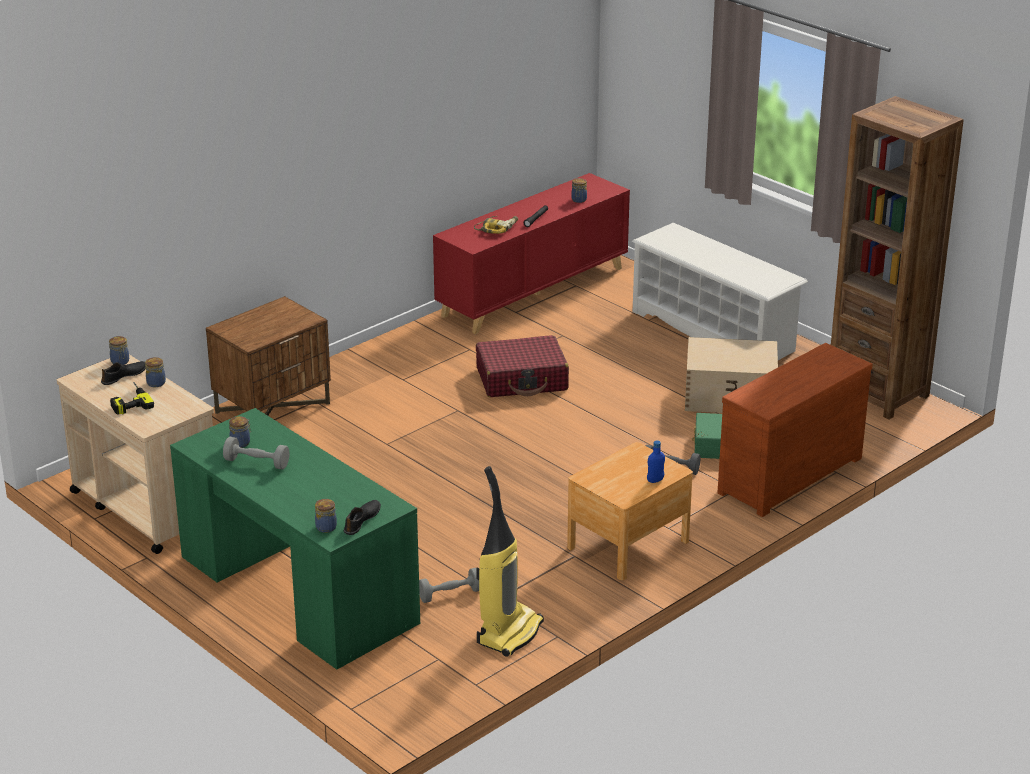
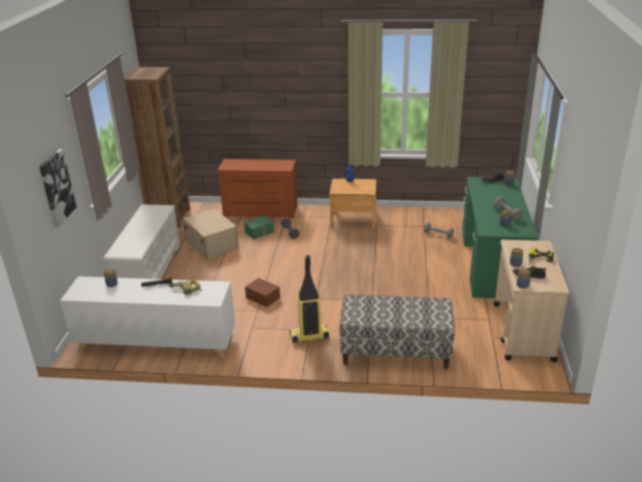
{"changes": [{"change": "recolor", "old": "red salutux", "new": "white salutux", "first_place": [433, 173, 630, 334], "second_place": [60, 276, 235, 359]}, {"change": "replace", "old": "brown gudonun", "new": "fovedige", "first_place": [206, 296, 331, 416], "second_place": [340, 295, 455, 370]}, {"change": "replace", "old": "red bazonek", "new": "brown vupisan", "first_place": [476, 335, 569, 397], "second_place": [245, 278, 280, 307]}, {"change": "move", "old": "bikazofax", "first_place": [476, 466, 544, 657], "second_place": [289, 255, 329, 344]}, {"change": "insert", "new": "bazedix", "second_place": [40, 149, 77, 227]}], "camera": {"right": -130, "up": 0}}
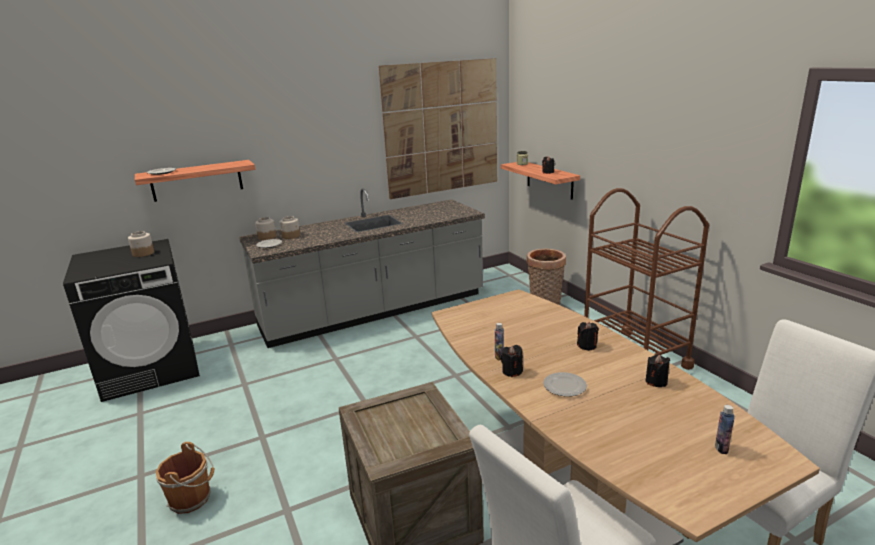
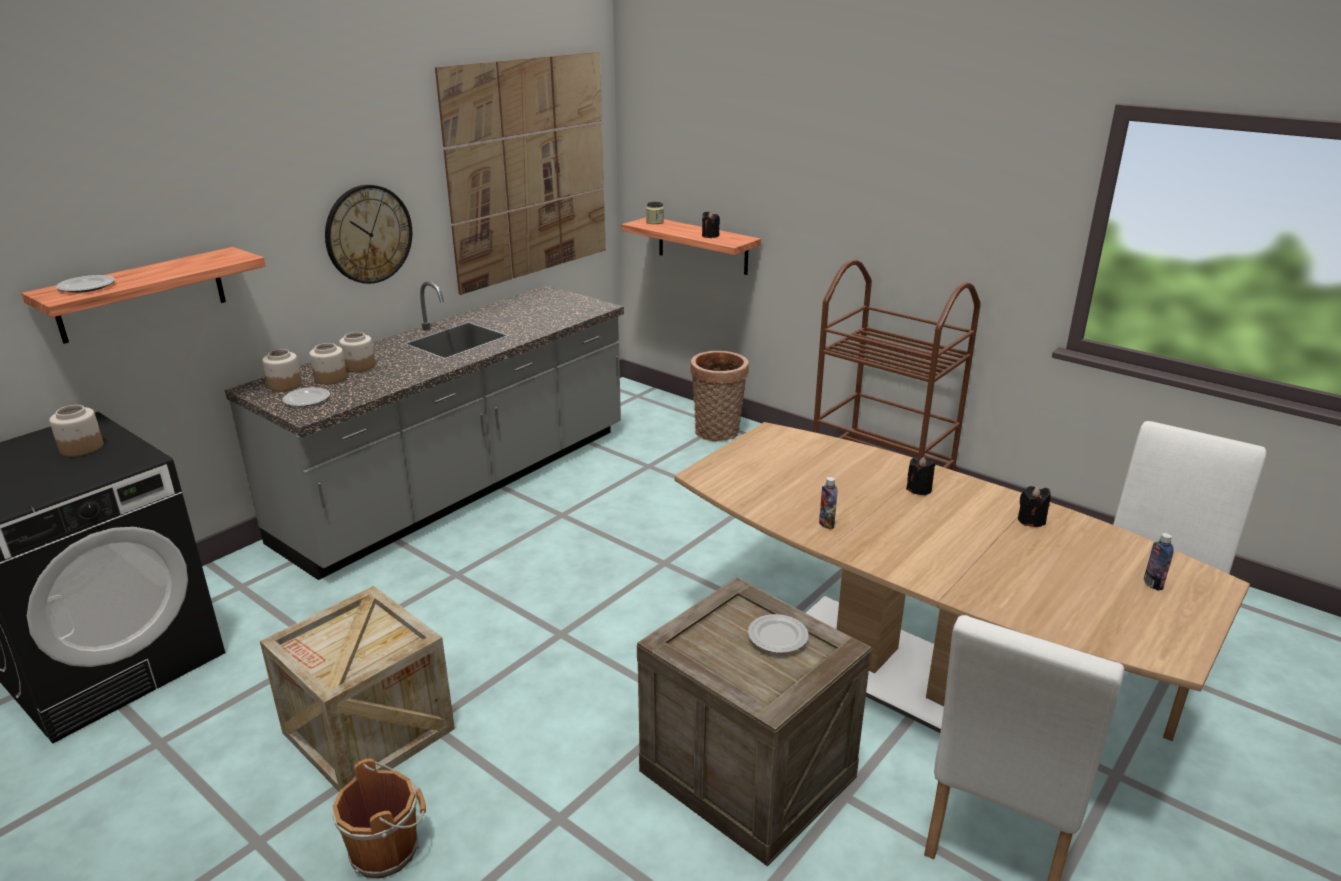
{"changes": [{"change": "delete", "old": "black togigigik", "first_place": [501, 345, 523, 377]}, {"change": "move", "old": "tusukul", "first_place": [543, 372, 587, 397], "second_place": [748, 614, 809, 653]}, {"change": "insert", "new": "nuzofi", "second_place": [325, 185, 412, 284]}, {"change": "insert", "new": "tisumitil", "second_place": [339, 332, 375, 372]}, {"change": "insert", "new": "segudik", "second_place": [260, 586, 455, 792]}], "camera": {"right": -25, "up": 5}}
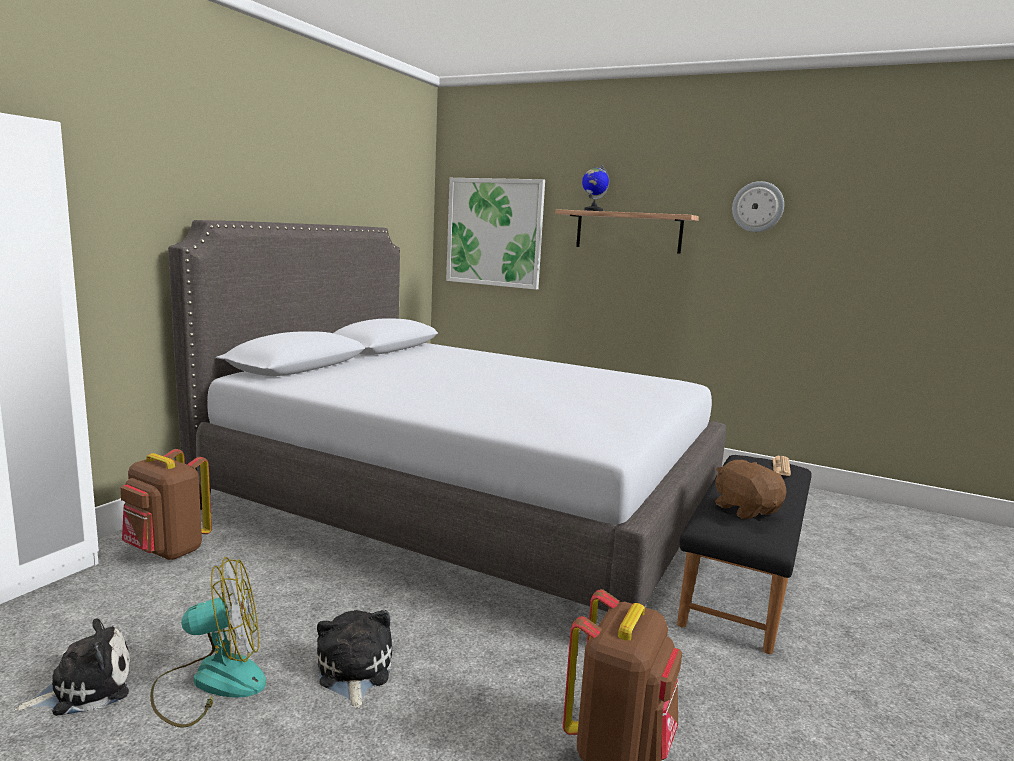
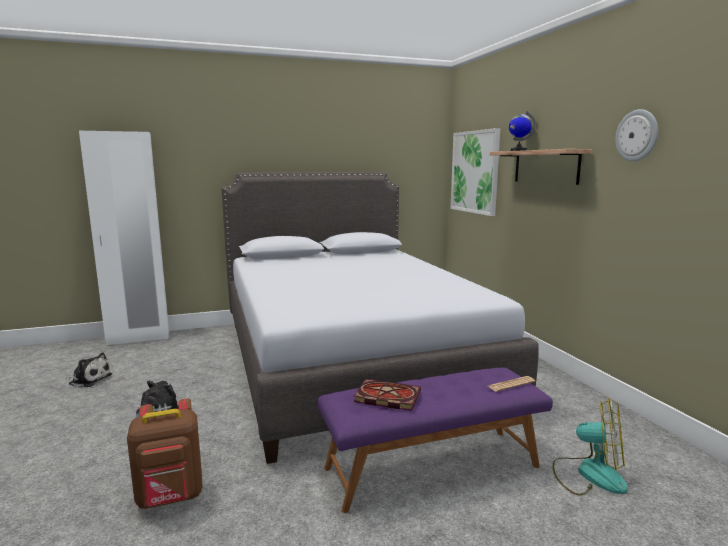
{"changes": [{"change": "delete", "old": "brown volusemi", "first_place": [121, 449, 212, 560]}, {"change": "recolor", "old": "black fovedige", "new": "purple fovedige", "first_place": [677, 455, 812, 654], "second_place": [317, 367, 553, 513]}, {"change": "replace", "old": "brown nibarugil", "new": "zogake", "first_place": [715, 460, 787, 519], "second_place": [353, 379, 421, 411]}, {"change": "move", "old": "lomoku", "first_place": [150, 557, 266, 728], "second_place": [552, 398, 628, 495]}], "camera": {"right": 45, "up": 0}}
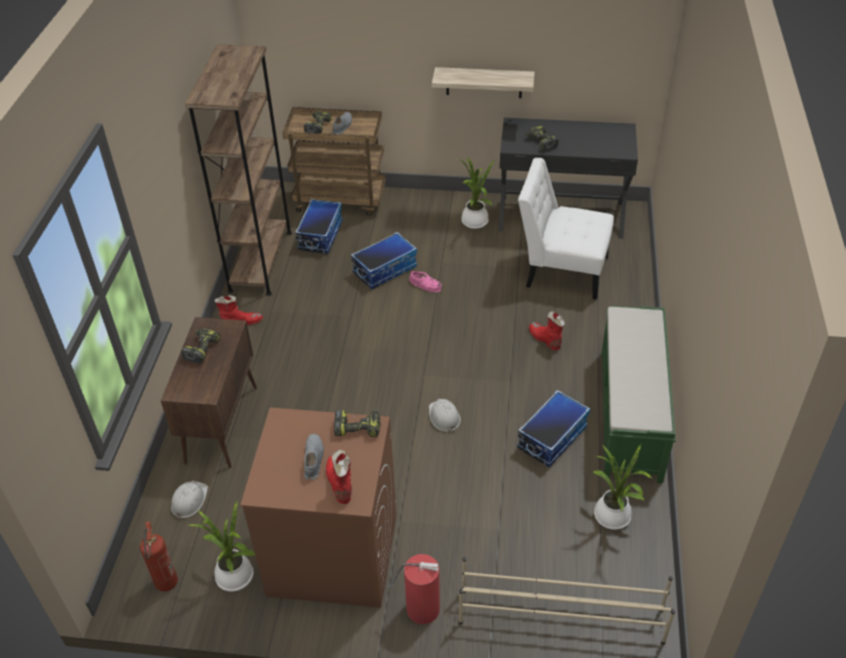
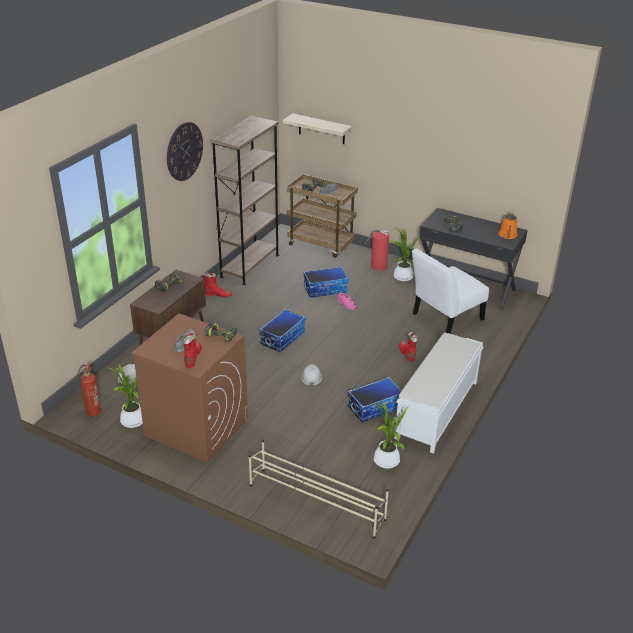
{"changes": [{"change": "move", "old": "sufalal", "first_place": [432, 67, 535, 98], "second_place": [283, 113, 352, 144]}, {"change": "rotate", "old": "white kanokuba", "first_place": [518, 158, 614, 300], "second_place": [412, 248, 489, 334], "degrees": -75}, {"change": "move", "old": "vupisan", "first_place": [295, 199, 343, 254], "second_place": [259, 309, 306, 352]}, {"change": "recolor", "old": "green fovedige", "new": "white fovedige", "first_place": [601, 306, 676, 483], "second_place": [395, 333, 484, 454]}, {"change": "move", "old": "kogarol", "first_place": [388, 554, 440, 624], "second_place": [364, 230, 389, 271]}, {"change": "insert", "new": "nuzofi", "second_place": [167, 122, 203, 181]}, {"change": "insert", "new": "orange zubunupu", "second_place": [498, 212, 518, 239]}], "camera": {"right": 20, "up": -10}}
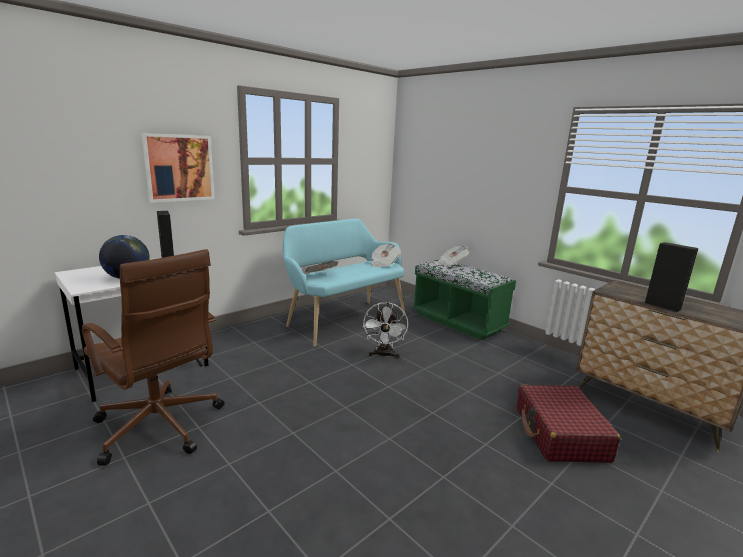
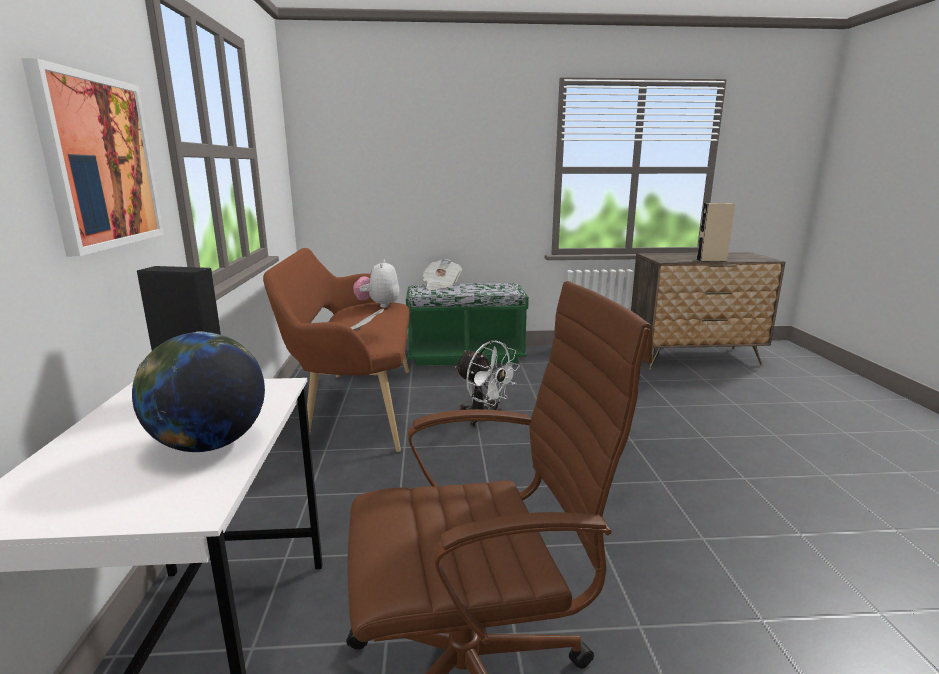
{"changes": [{"change": "recolor", "old": "turquoise fovedige", "new": "brown fovedige", "first_place": [283, 219, 405, 347], "second_place": [263, 248, 410, 452]}, {"change": "recolor", "old": "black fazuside", "new": "beige fazuside", "first_place": [645, 242, 699, 312], "second_place": [697, 203, 735, 262]}, {"change": "replace", "old": "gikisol", "new": "nibarugil", "first_place": [371, 243, 401, 267], "second_place": [353, 260, 399, 308]}, {"change": "delete", "old": "red bazonek", "first_place": [517, 385, 620, 463]}], "camera": {"right": -50, "up": 0}}
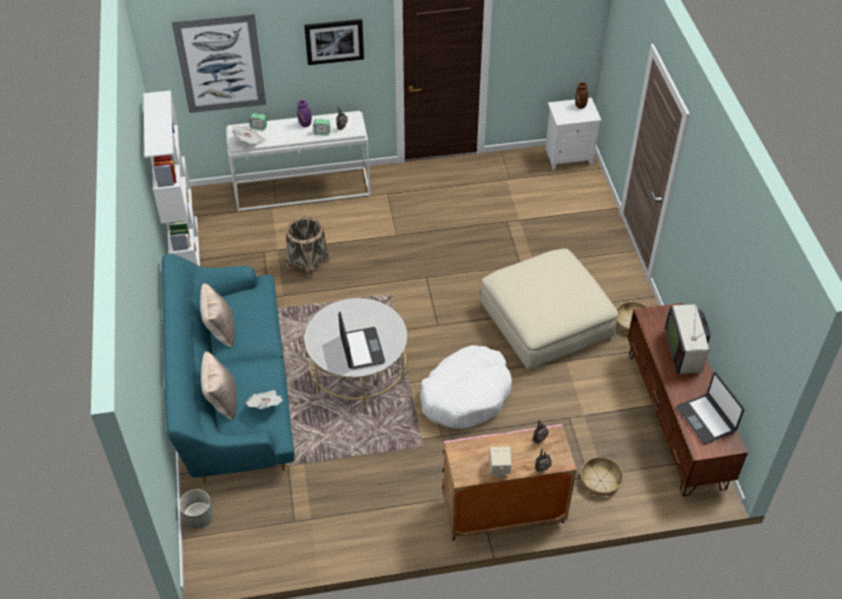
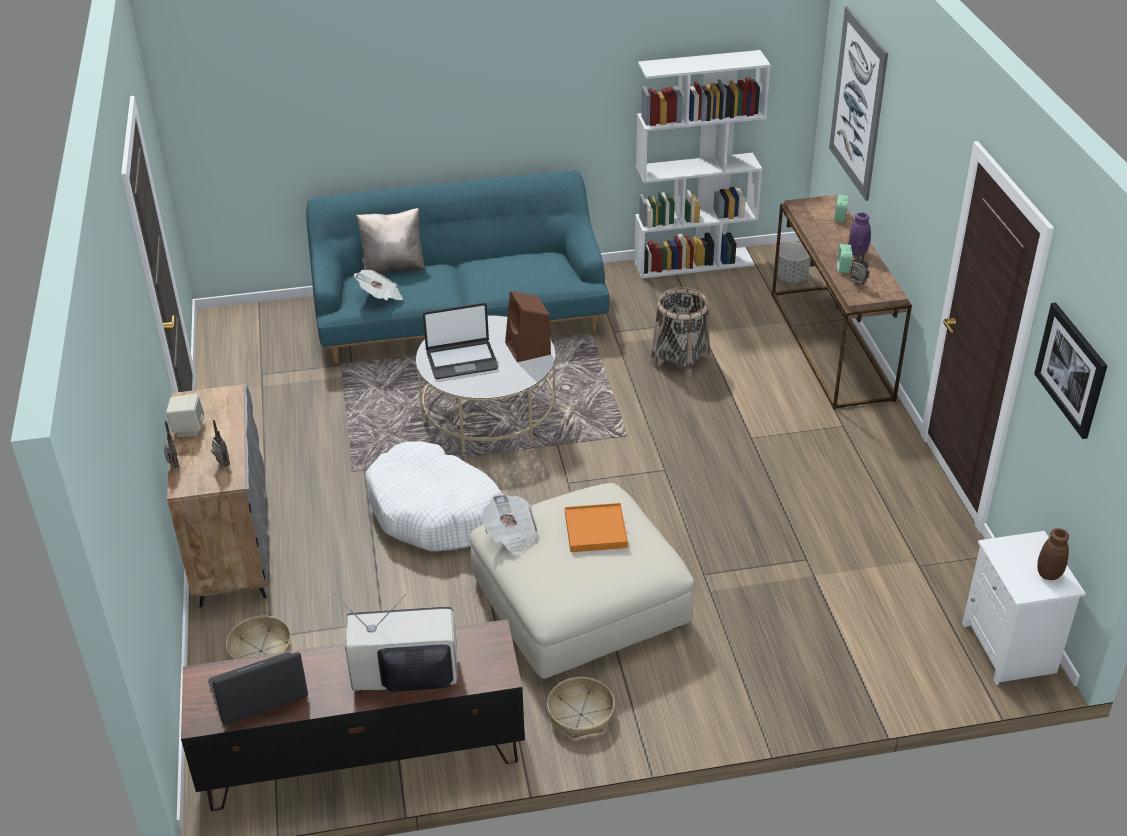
{"changes": [{"change": "move", "old": "bazedix", "first_place": [304, 19, 364, 65], "second_place": [1034, 302, 1107, 439]}, {"change": "recolor", "old": "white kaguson", "new": "brown kaguson", "first_place": [226, 111, 371, 212], "second_place": [772, 195, 912, 409]}, {"change": "move", "old": "gikisol", "first_place": [231, 126, 266, 145], "second_place": [483, 493, 539, 555]}, {"change": "delete", "old": "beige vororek", "first_place": [200, 283, 235, 348]}, {"change": "recolor", "old": "pink salutux", "new": "grey salutux", "first_place": [442, 424, 576, 540], "second_place": [167, 384, 269, 607]}, {"change": "move", "old": "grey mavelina", "first_place": [179, 489, 214, 528], "second_place": [777, 243, 811, 283]}, {"change": "insert", "new": "brown fazuside", "second_place": [505, 291, 551, 362]}, {"change": "insert", "new": "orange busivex", "second_place": [565, 503, 628, 552]}], "camera": {"right": 90, "up": -10}}
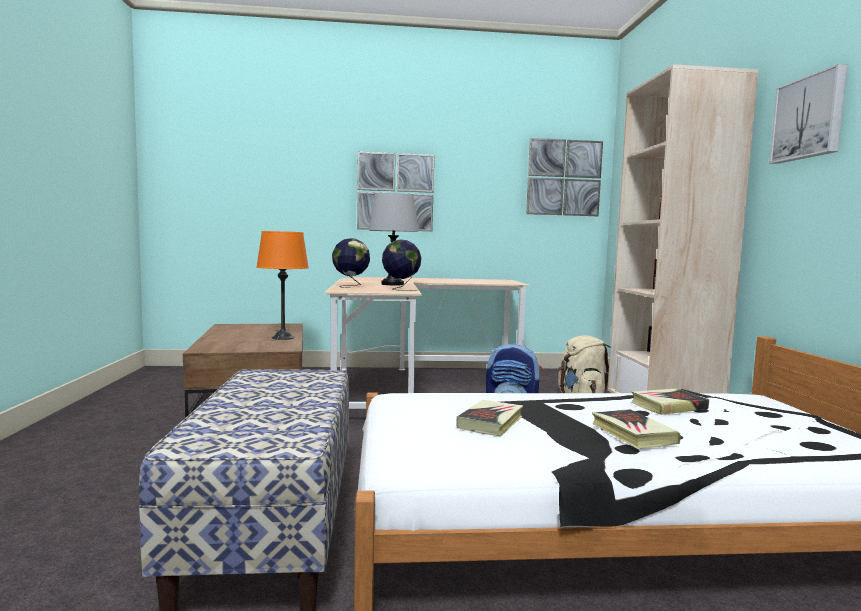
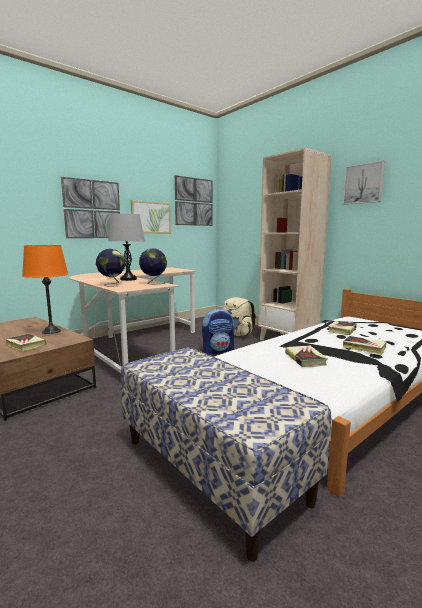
{"changes": [{"change": "insert", "new": "bazedix", "second_place": [131, 200, 171, 234]}, {"change": "insert", "new": "zogake", "second_place": [5, 334, 47, 351]}], "camera": {"right": -35, "up": 5}}
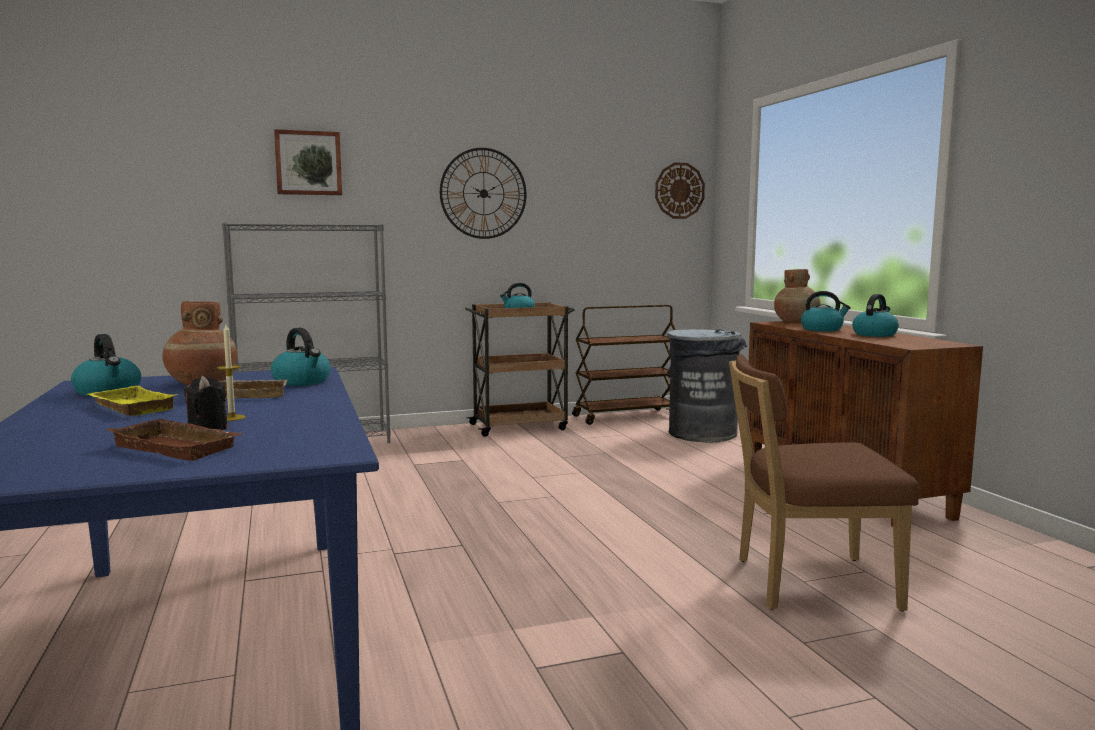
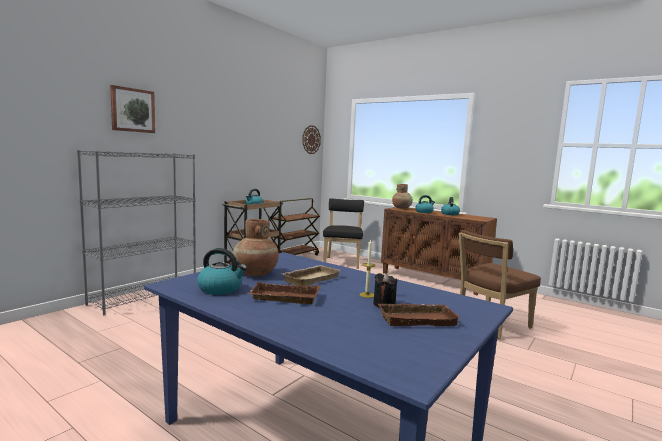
{"changes": [{"change": "delete", "old": "nuzofi", "first_place": [440, 148, 527, 239]}, {"change": "delete", "old": "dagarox", "first_place": [271, 328, 331, 386]}, {"change": "replace", "old": "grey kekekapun", "new": "black kanokuba", "first_place": [667, 329, 747, 443], "second_place": [323, 198, 364, 269]}, {"change": "recolor", "old": "yellow busivex", "new": "brown busivex", "first_place": [86, 386, 178, 416], "second_place": [248, 282, 320, 304]}], "camera": {"right": -35, "up": 0}}
